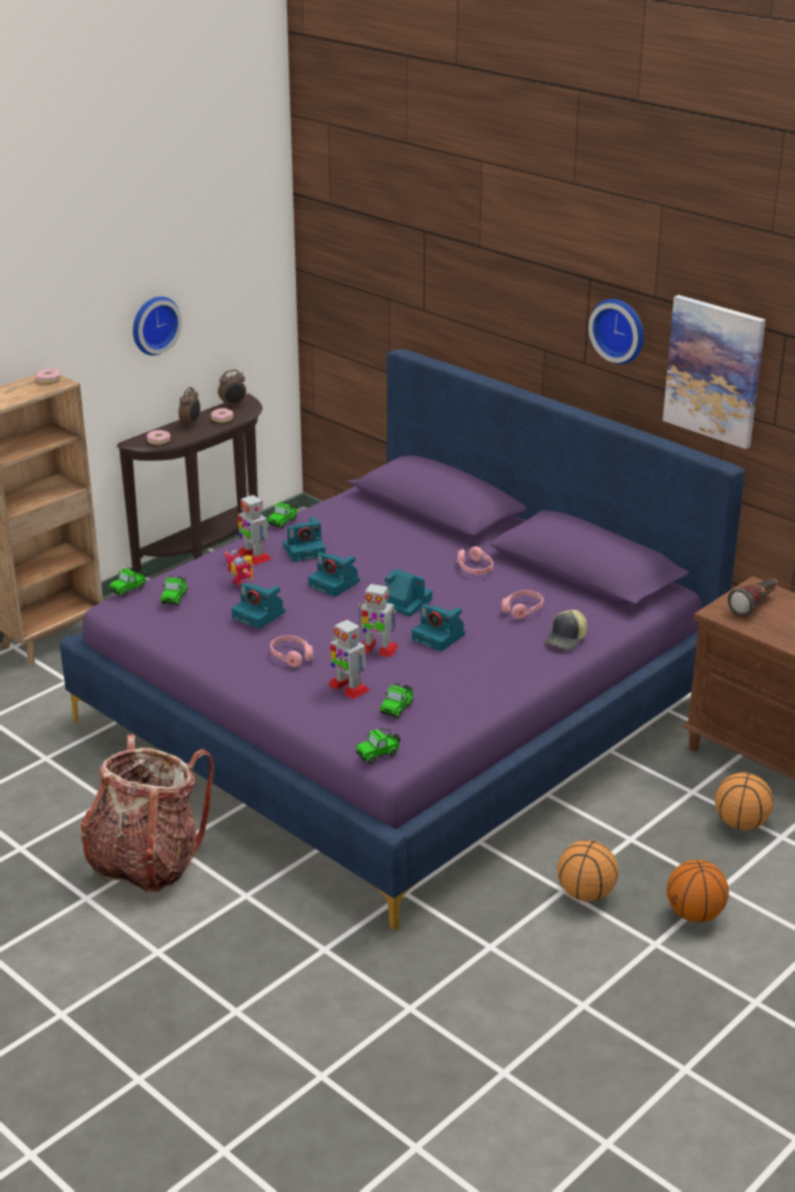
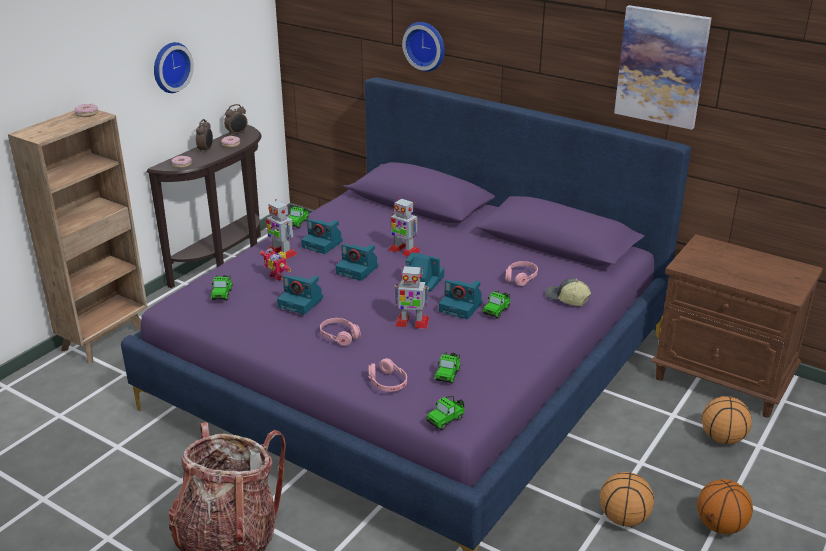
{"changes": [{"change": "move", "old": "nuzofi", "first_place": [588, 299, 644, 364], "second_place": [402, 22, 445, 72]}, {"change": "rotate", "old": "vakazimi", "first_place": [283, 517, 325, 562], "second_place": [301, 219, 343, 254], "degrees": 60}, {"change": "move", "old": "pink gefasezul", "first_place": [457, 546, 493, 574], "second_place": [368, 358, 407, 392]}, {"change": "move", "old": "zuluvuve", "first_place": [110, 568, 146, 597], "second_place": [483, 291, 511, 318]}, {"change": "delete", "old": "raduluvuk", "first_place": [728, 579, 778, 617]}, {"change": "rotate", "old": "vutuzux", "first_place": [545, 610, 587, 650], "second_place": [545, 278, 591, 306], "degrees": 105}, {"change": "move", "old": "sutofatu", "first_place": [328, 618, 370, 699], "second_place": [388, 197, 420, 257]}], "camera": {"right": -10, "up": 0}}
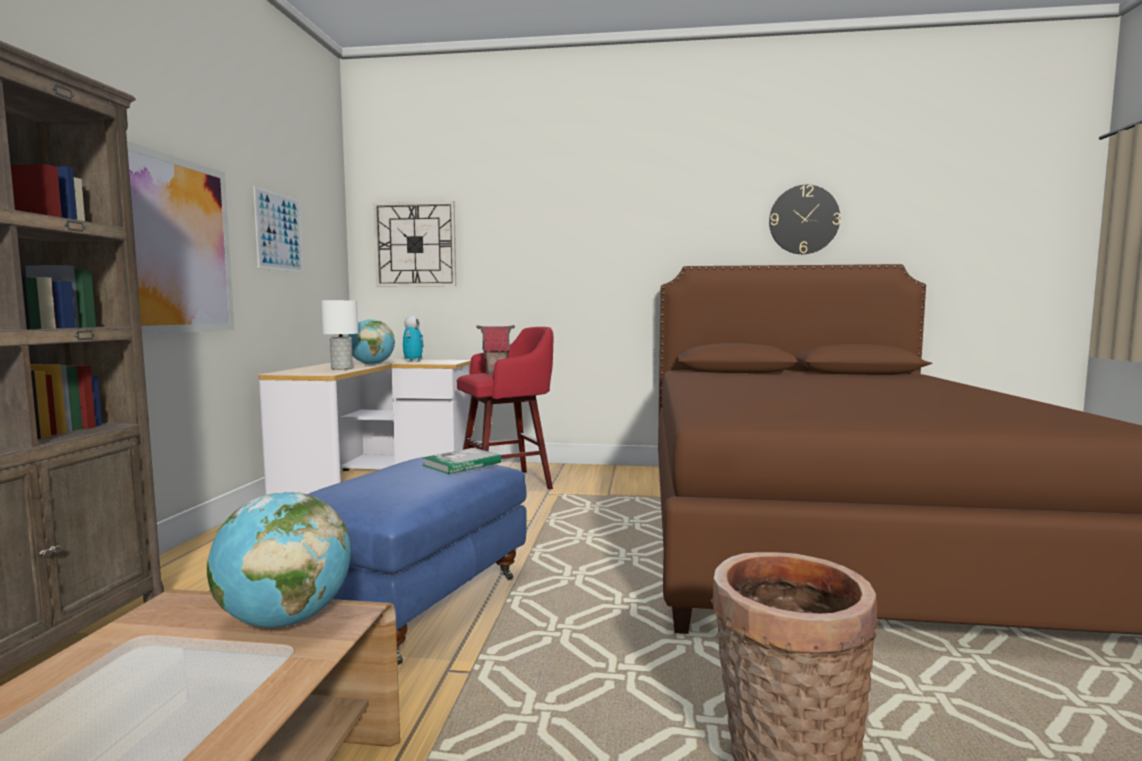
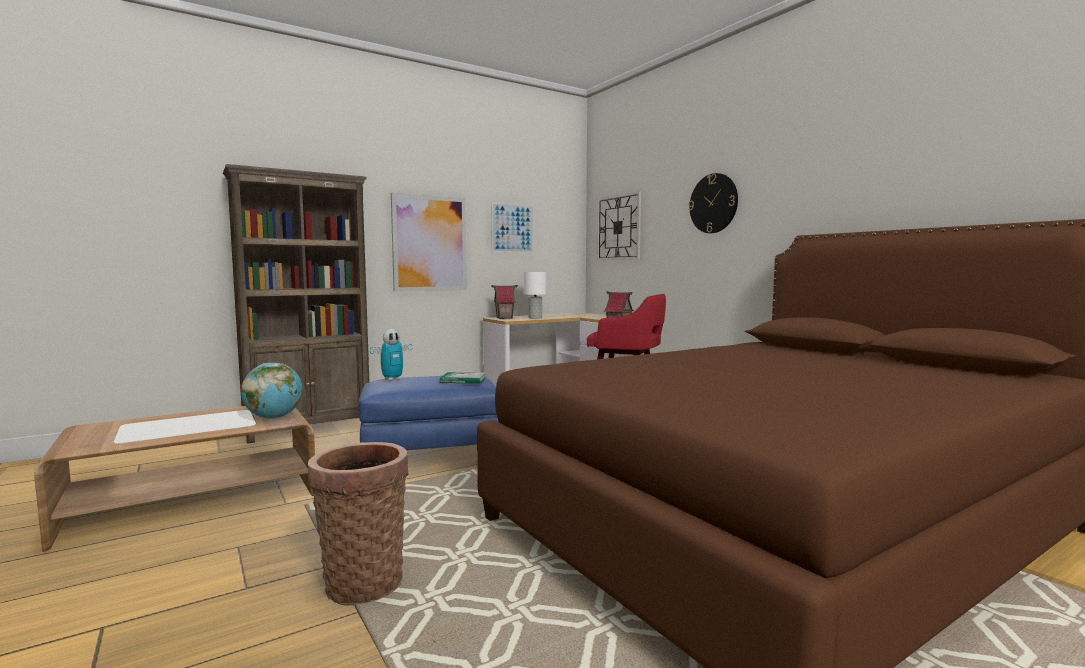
{"changes": [{"change": "move", "old": "nuzofi", "first_place": [769, 185, 840, 254], "second_place": [688, 173, 738, 233]}, {"change": "move", "old": "sutofatu", "first_place": [403, 316, 424, 362], "second_place": [370, 329, 413, 381]}, {"change": "delete", "old": "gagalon", "first_place": [348, 319, 395, 365]}, {"change": "insert", "new": "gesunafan", "second_place": [491, 285, 518, 319]}], "camera": {"right": 50, "up": 0}}
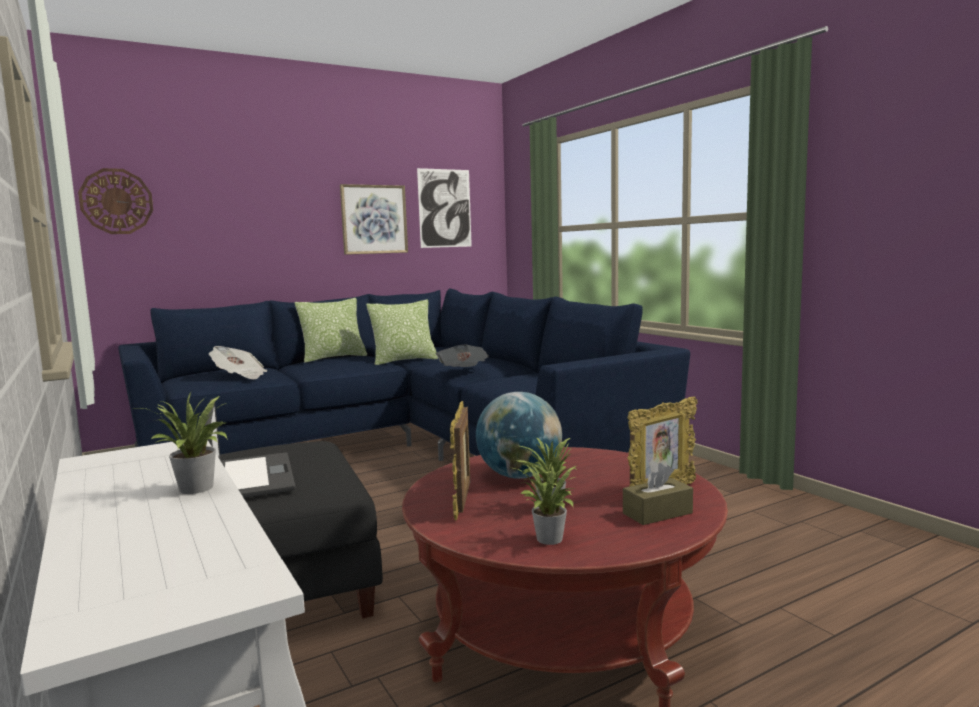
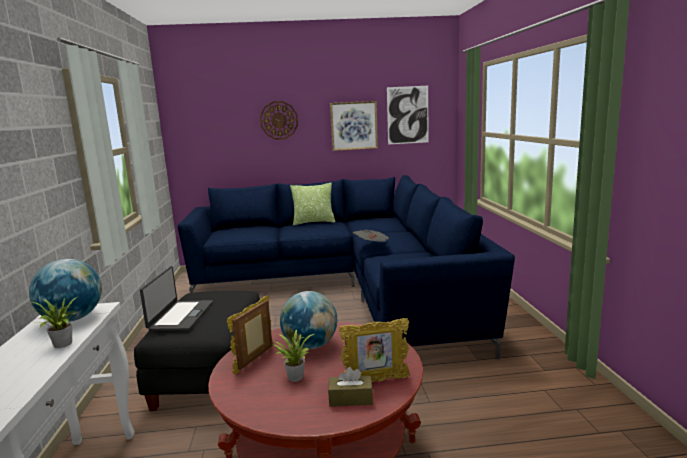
{"changes": [{"change": "move", "old": "nuzofi", "first_place": [78, 168, 153, 234], "second_place": [260, 101, 298, 140]}, {"change": "delete", "old": "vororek", "first_place": [366, 300, 438, 365]}, {"change": "delete", "old": "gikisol", "first_place": [209, 346, 267, 379]}, {"change": "delete", "old": "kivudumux", "first_place": [514, 461, 576, 545]}, {"change": "insert", "new": "gagalon", "second_place": [29, 259, 102, 322]}], "camera": {"right": 25, "up": 5}}
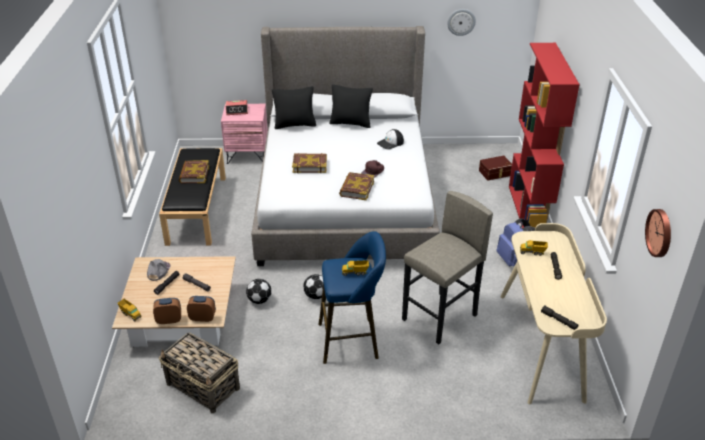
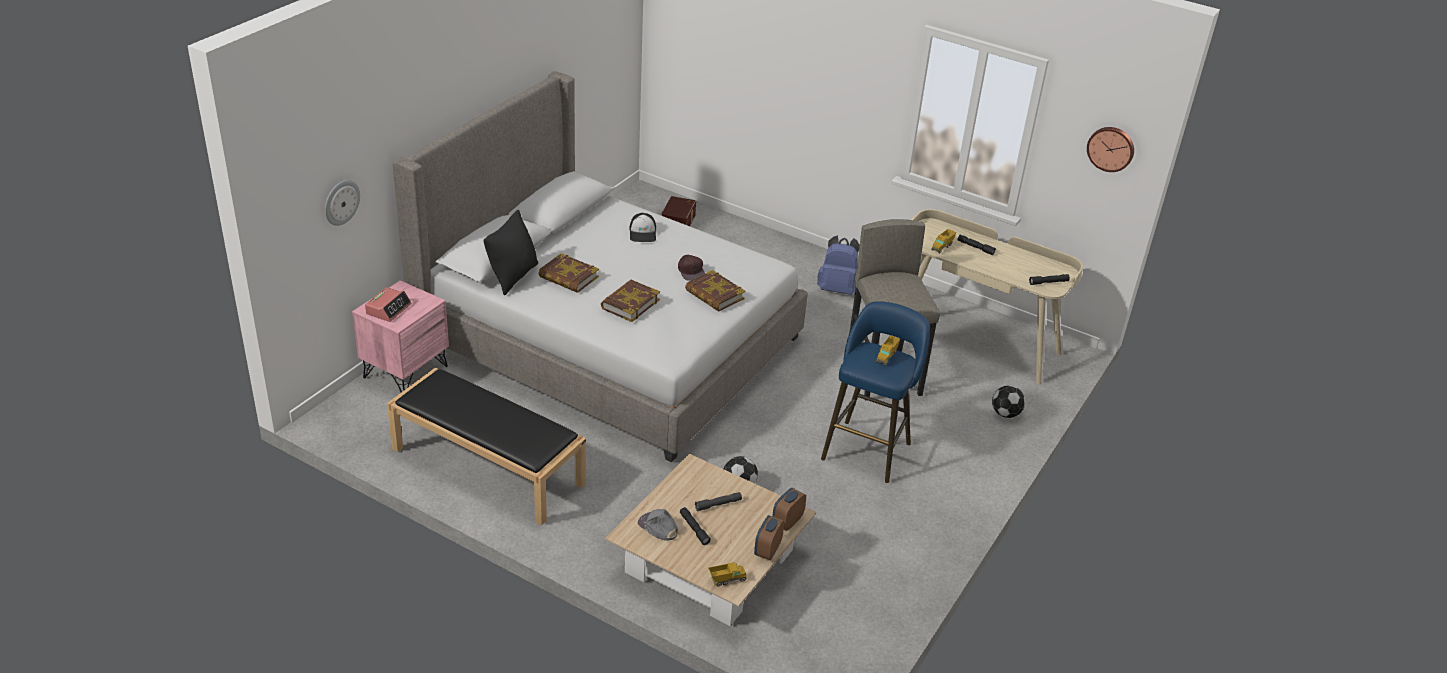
{"changes": [{"change": "move", "old": "nuzofi", "first_place": [447, 9, 476, 36], "second_place": [325, 180, 360, 226]}, {"change": "delete", "old": "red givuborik", "first_place": [509, 43, 580, 228]}, {"change": "delete", "old": "black vororek", "first_place": [330, 85, 373, 128]}, {"change": "move", "old": "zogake", "first_place": [179, 160, 209, 183], "second_place": [539, 253, 599, 293]}, {"change": "move", "old": "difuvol", "first_place": [303, 274, 323, 299], "second_place": [992, 385, 1025, 418]}, {"change": "delete", "old": "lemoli", "first_place": [159, 332, 240, 413]}], "camera": {"right": -60, "up": 0}}
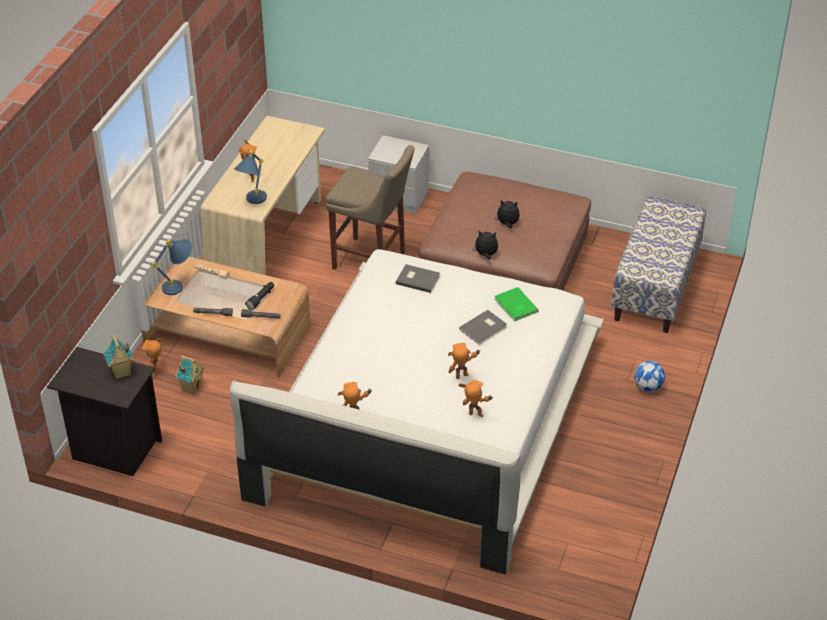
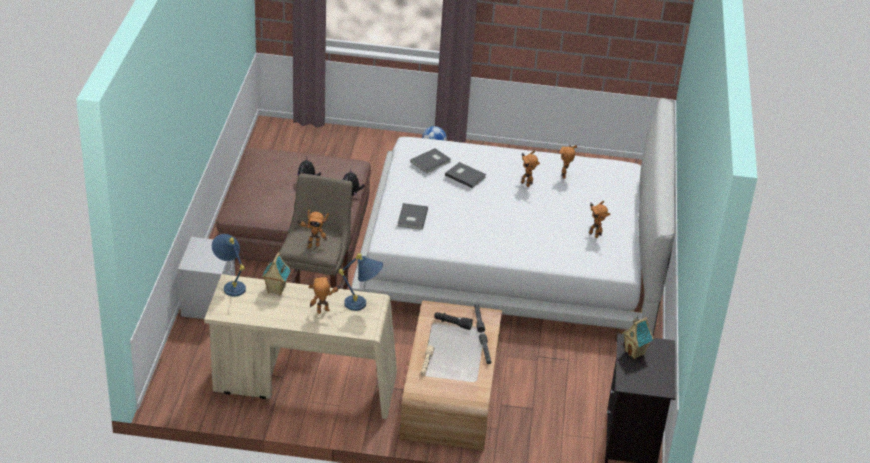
{"changes": [{"change": "delete", "old": "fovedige", "first_place": [611, 196, 706, 333]}, {"change": "move", "old": "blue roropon", "first_place": [152, 239, 192, 295], "second_place": [212, 234, 246, 296]}, {"change": "recolor", "old": "green zogake", "new": "grey zogake", "first_place": [495, 287, 539, 321], "second_place": [410, 148, 451, 173]}, {"change": "move", "old": "sutofatu", "first_place": [142, 336, 163, 374], "second_place": [298, 209, 329, 249]}, {"change": "move", "old": "gesunafan", "first_place": [175, 355, 205, 394], "second_place": [262, 252, 291, 296]}], "camera": {"right": -105, "up": -5}}
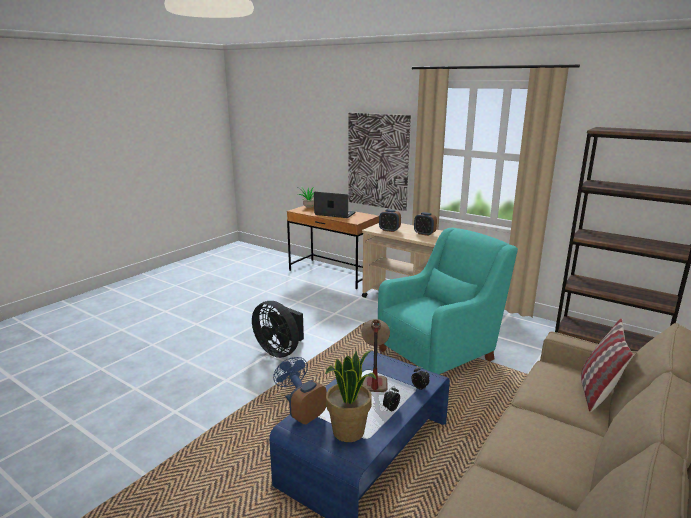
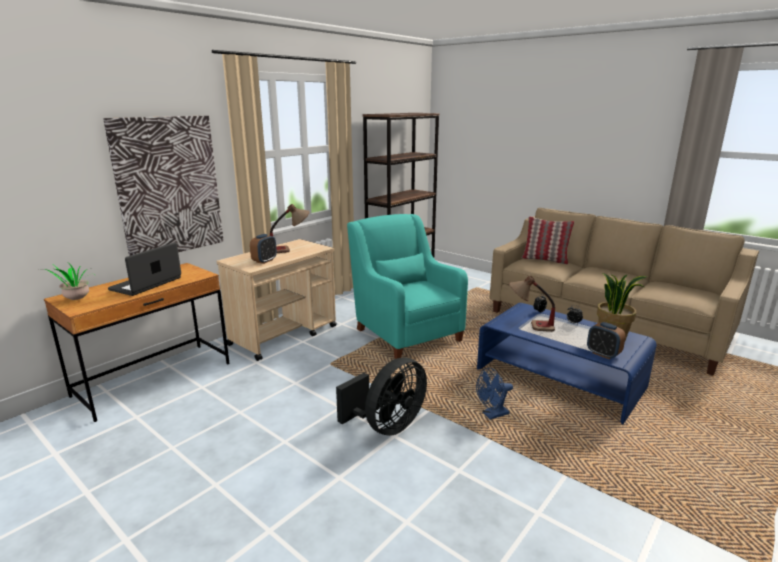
{"changes": [{"change": "replace", "old": "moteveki", "new": "roropon", "first_place": [414, 212, 437, 236], "second_place": [270, 204, 310, 253]}], "camera": {"right": -85, "up": 0}}
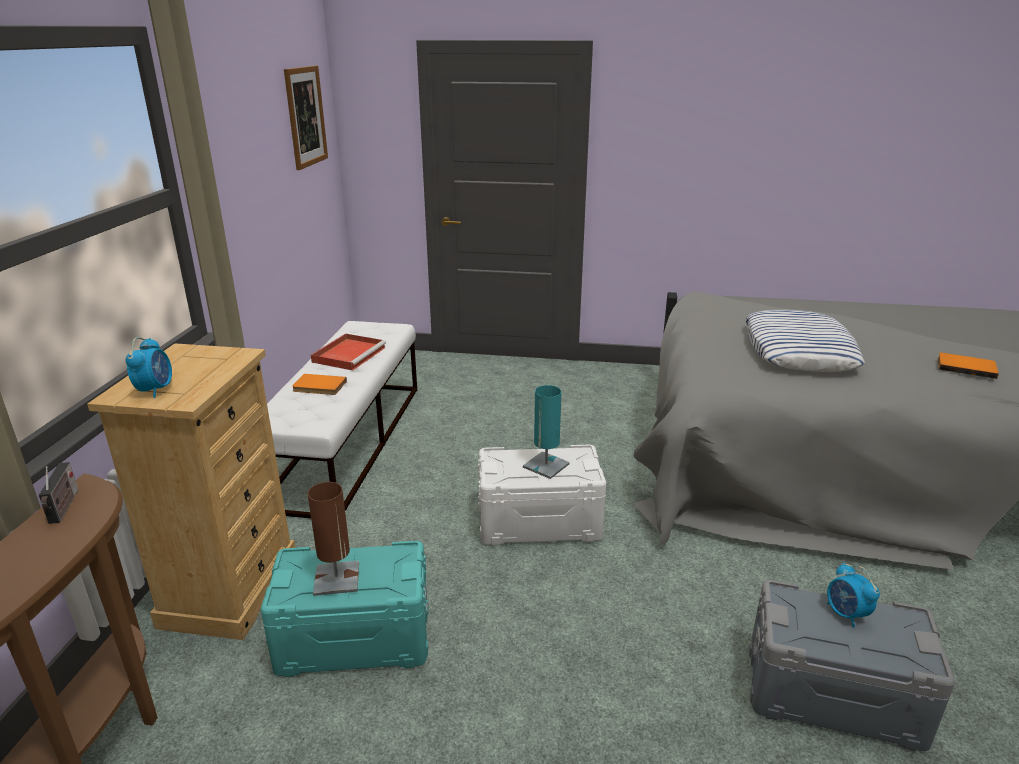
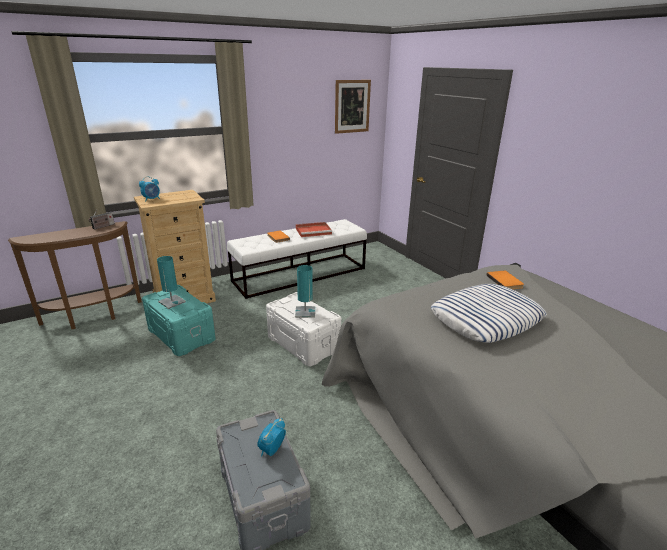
{"changes": [{"change": "move", "old": "orange zogake", "first_place": [937, 352, 999, 379], "second_place": [486, 270, 524, 289]}, {"change": "recolor", "old": "brown roropon", "new": "turquoise roropon", "first_place": [308, 482, 359, 596], "second_place": [157, 256, 186, 309]}], "camera": {"right": 50, "up": 0}}
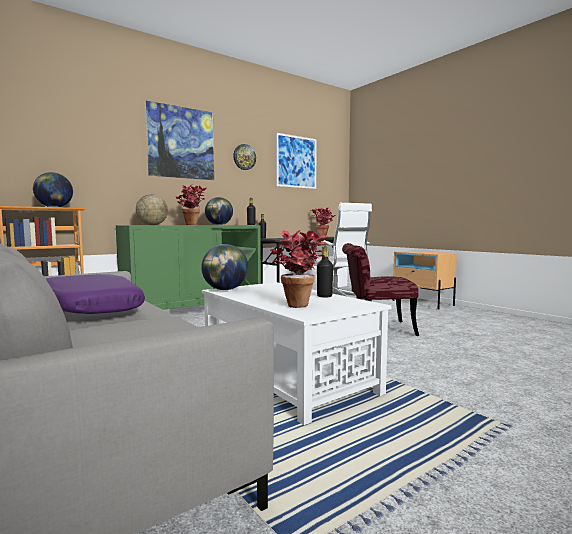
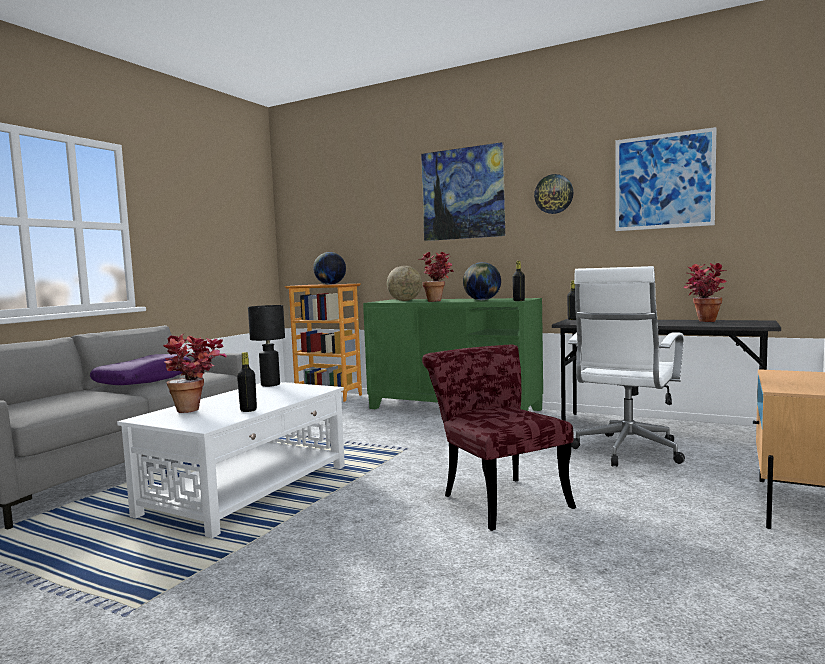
{"changes": [{"change": "replace", "old": "gagalon", "new": "black roropon", "first_place": [201, 244, 248, 290], "second_place": [248, 305, 285, 387]}], "camera": {"right": 65, "up": 0}}
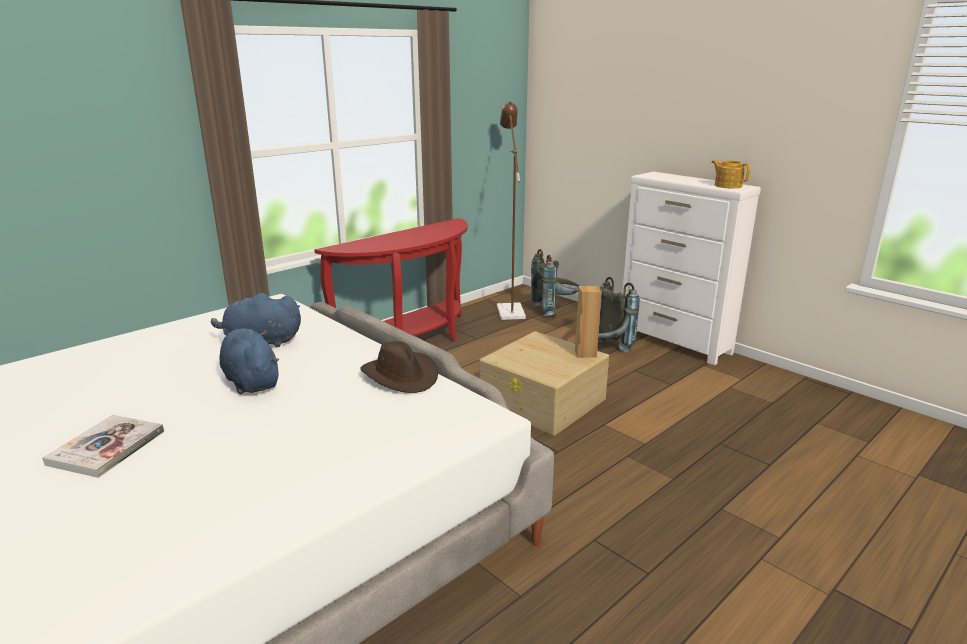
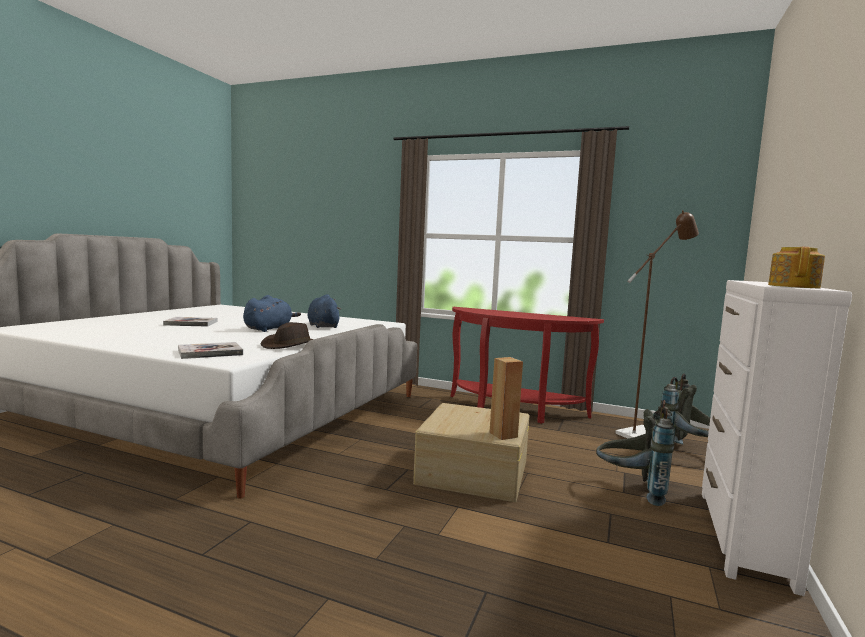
{"changes": [{"change": "insert", "new": "zogake", "second_place": [178, 342, 243, 359]}], "camera": {"right": 65, "up": -15}}
